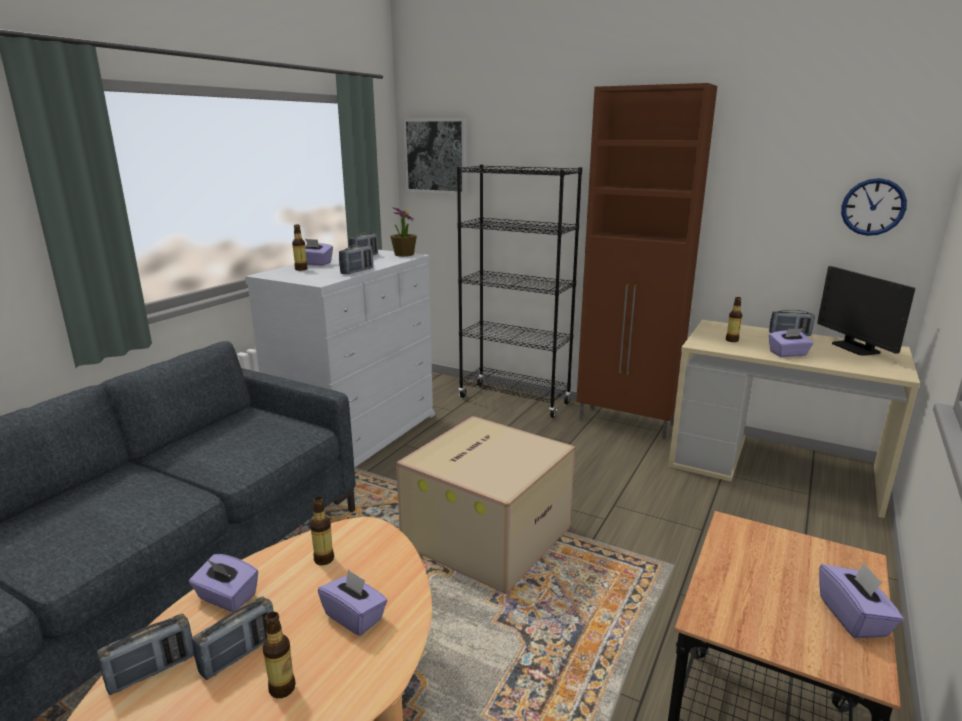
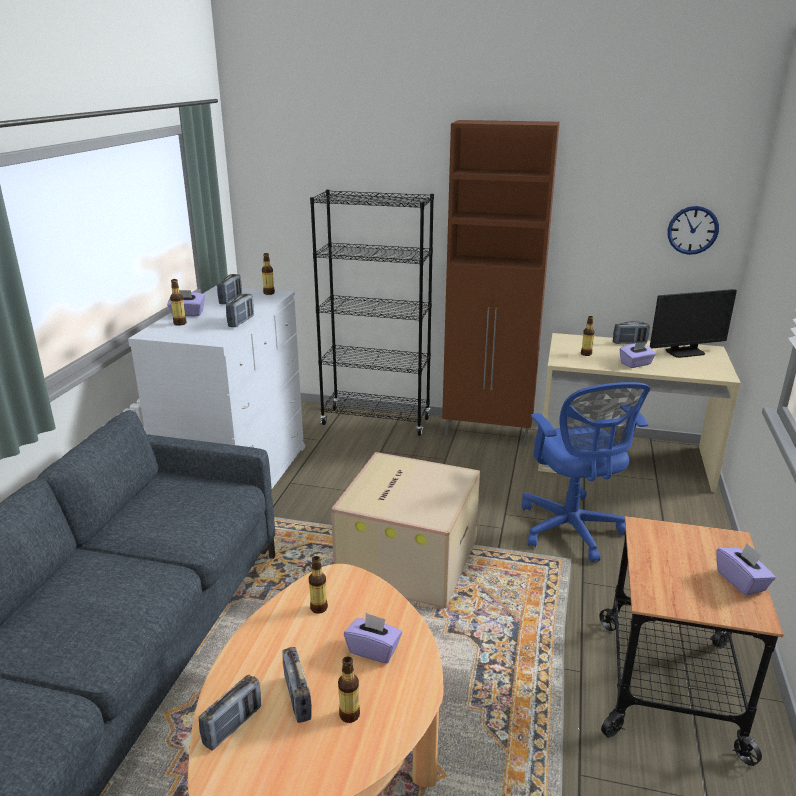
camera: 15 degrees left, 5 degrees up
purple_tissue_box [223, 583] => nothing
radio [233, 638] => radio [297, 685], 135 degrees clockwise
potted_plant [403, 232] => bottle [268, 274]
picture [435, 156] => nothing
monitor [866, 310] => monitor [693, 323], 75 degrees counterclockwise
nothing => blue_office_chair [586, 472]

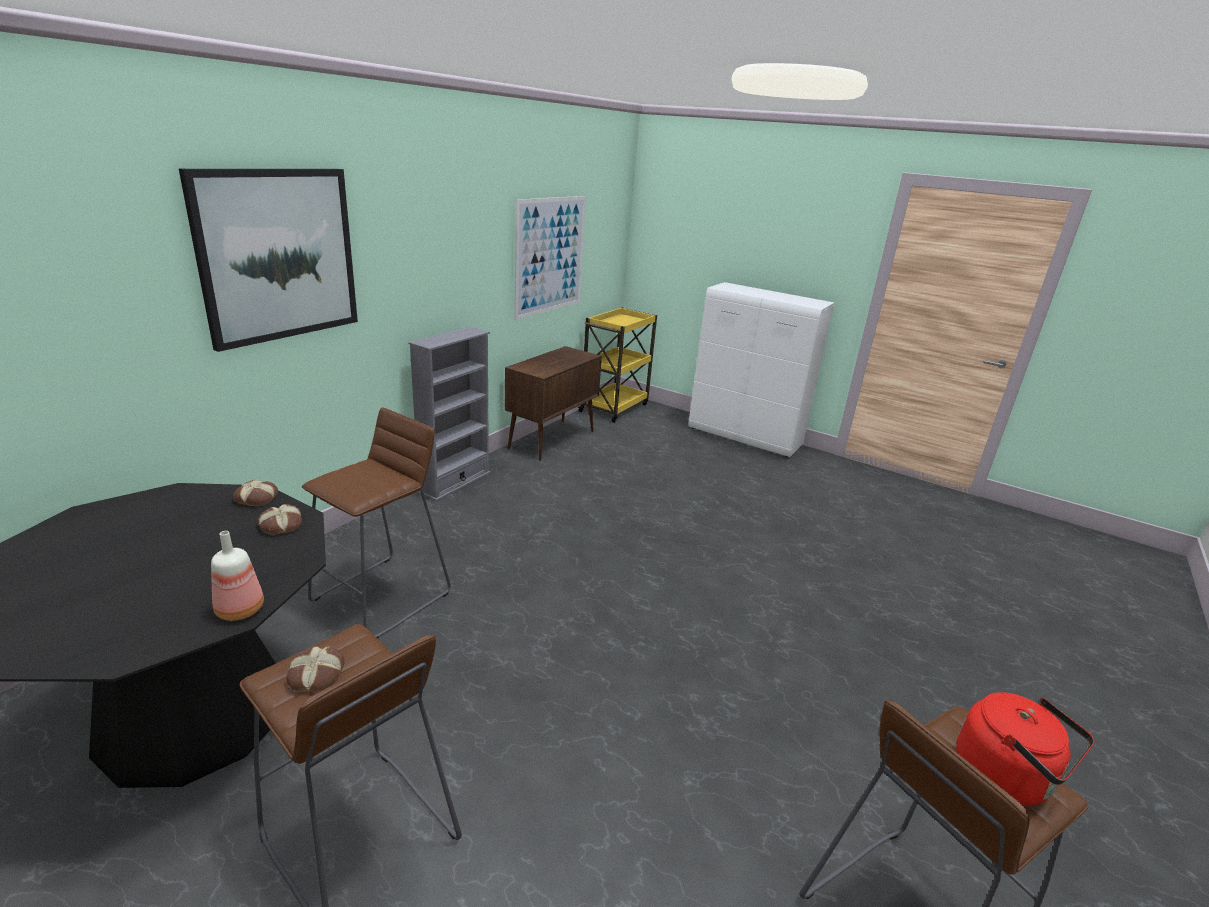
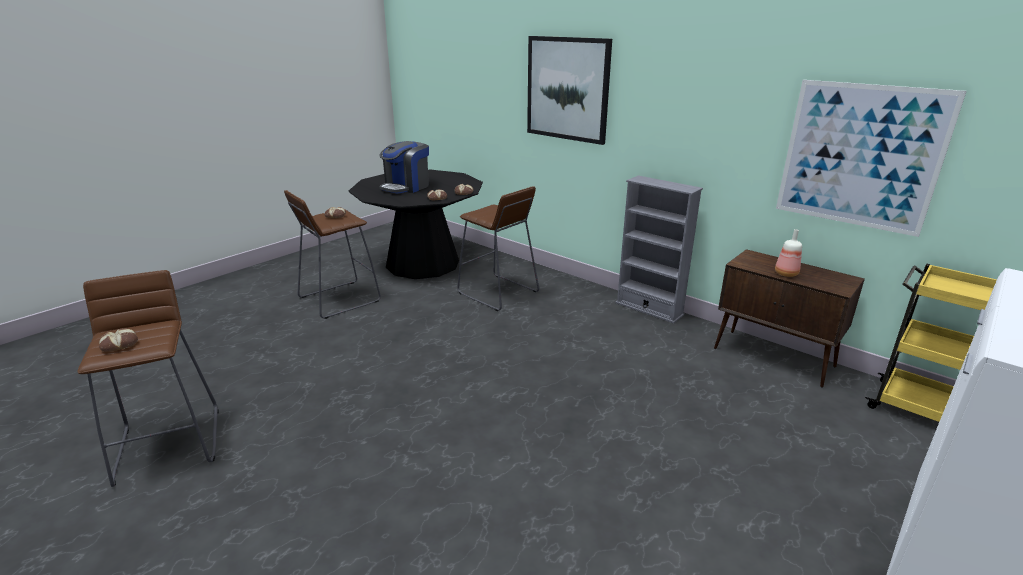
camera: 100 degrees right, 0 degrees up
bottle [237, 576] => bottle [788, 253], move
red_kettle [1025, 749] => bread [118, 340]
nothing => coffee_machine [404, 167]

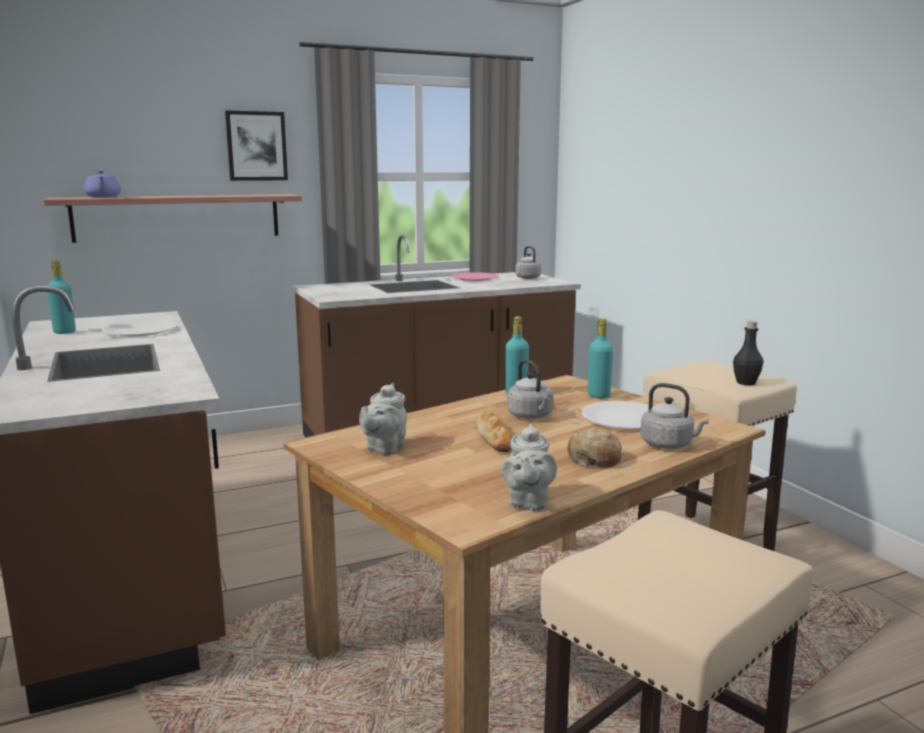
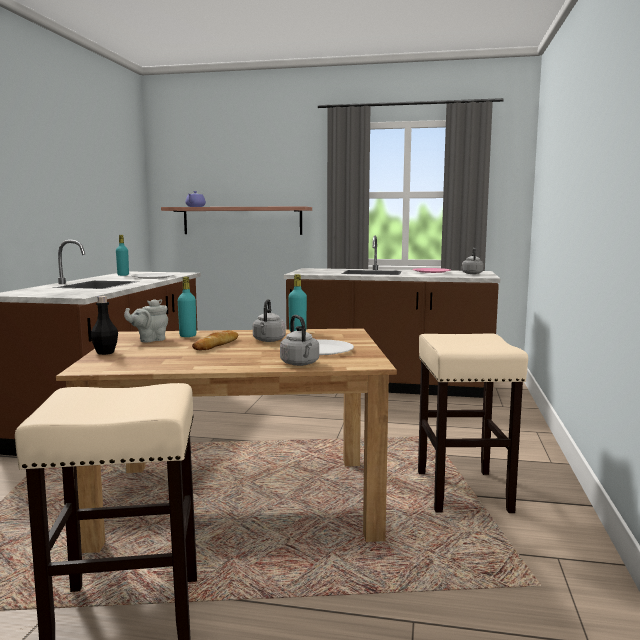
camera: 35 degrees right, 5 degrees down
picture [256, 145] => nothing
grey_teapot [529, 467] => nothing
bread [594, 447] => nothing
turquoise_bottle [600, 358] => turquoise_bottle [187, 307], move
black_bottle [748, 353] => black_bottle [104, 325], move

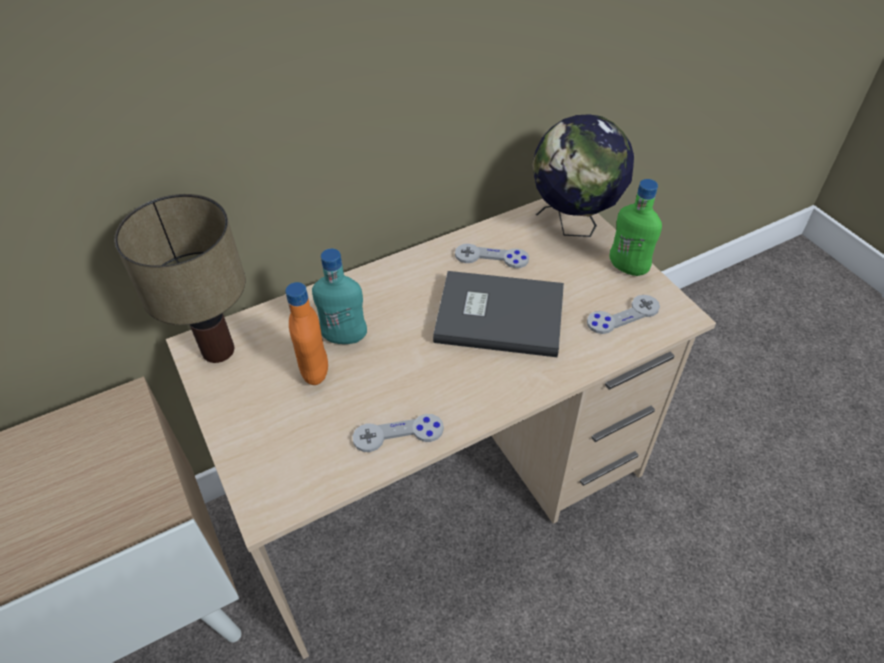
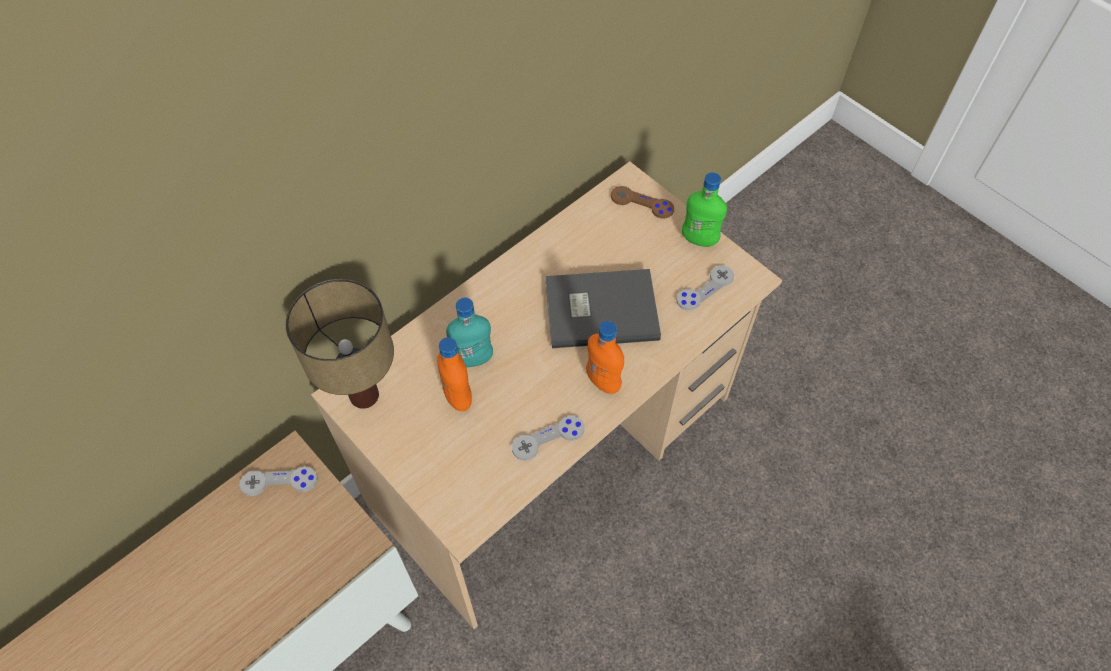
camera: 15 degrees left, 10 degrees up
grey_game_controller [492, 256] => grey_game_controller [279, 481], move
globe [583, 175] => brown_game_controller [642, 202]
nothing => orange_bottle [605, 357]

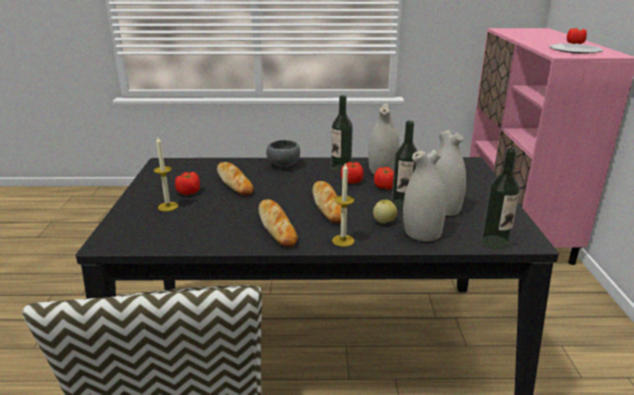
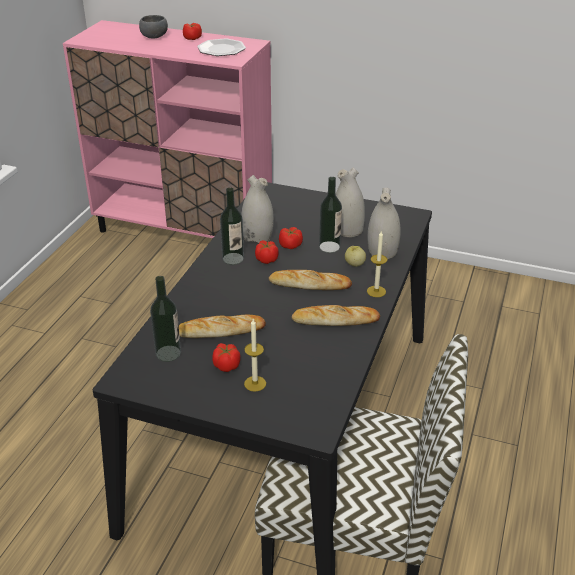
camera: 70 degrees left, 10 degrees up
grey_bowl [283, 153] => grey_bowl [153, 26], move
bottle [500, 198] => bottle [165, 319], move

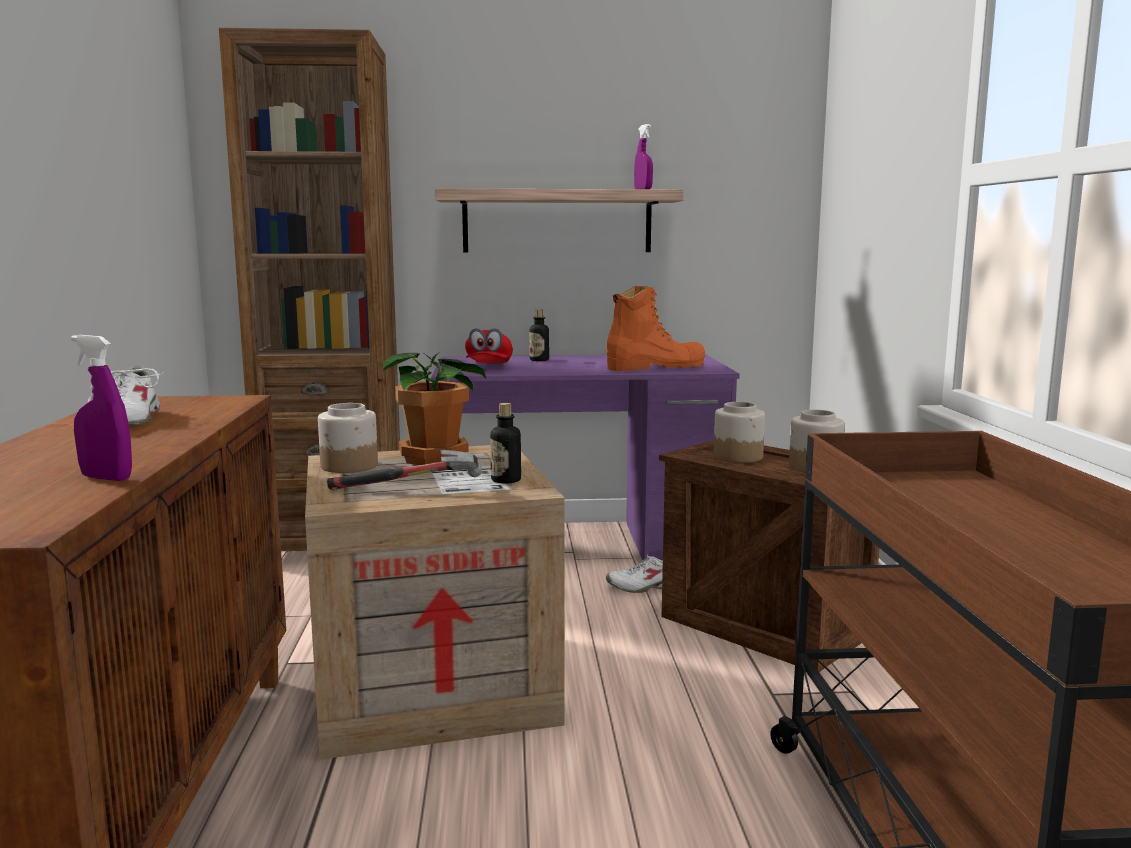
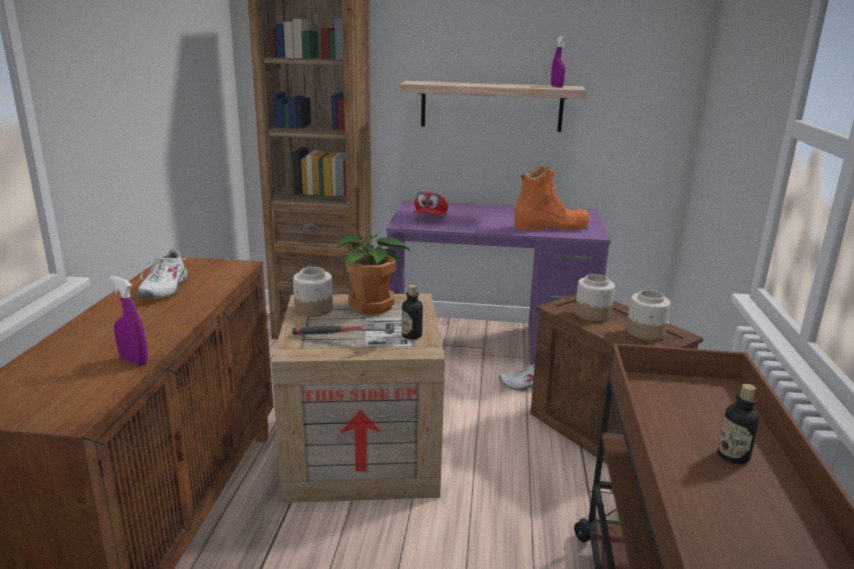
camera: 10 degrees right, 10 degrees up
bottle [539, 335] => bottle [739, 424], move

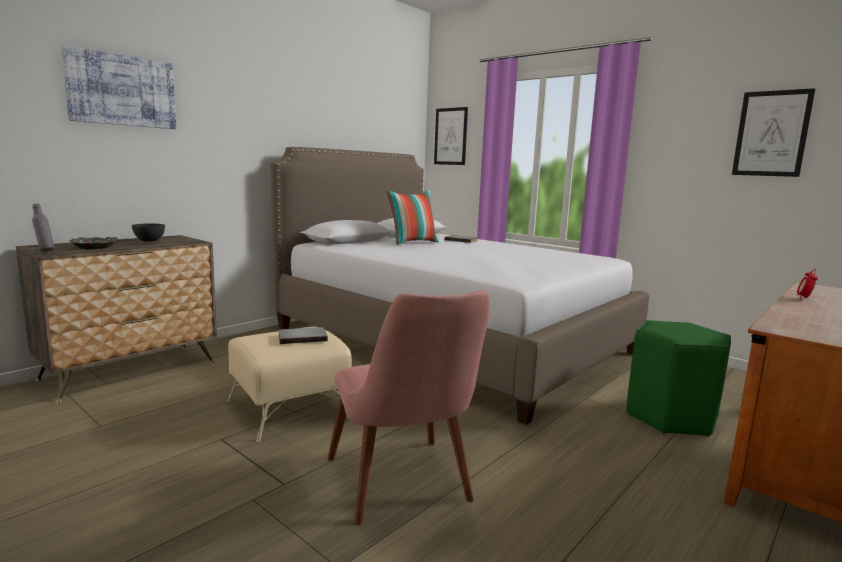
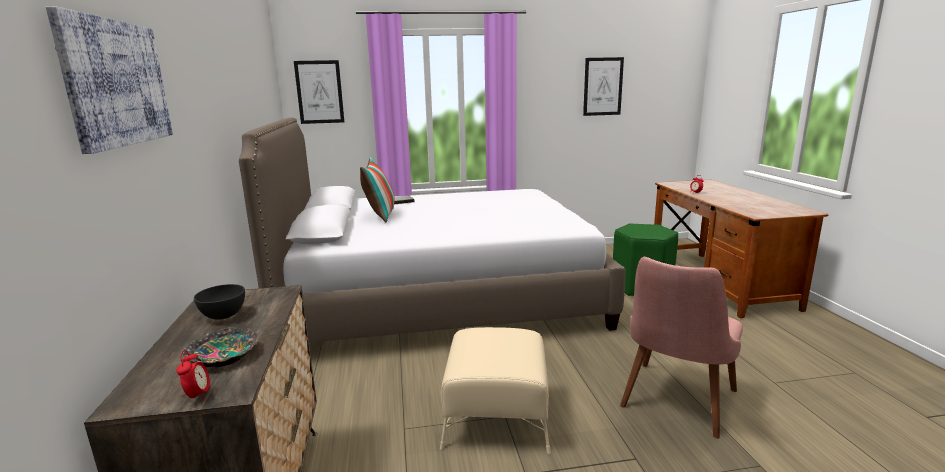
camera: 50 degrees left, 5 degrees up
grey_bottle [43, 227] => alarm_clock [193, 375]
grey_book [303, 335] => nothing
pink_chair [409, 407] => pink_chair [681, 348], 105 degrees clockwise

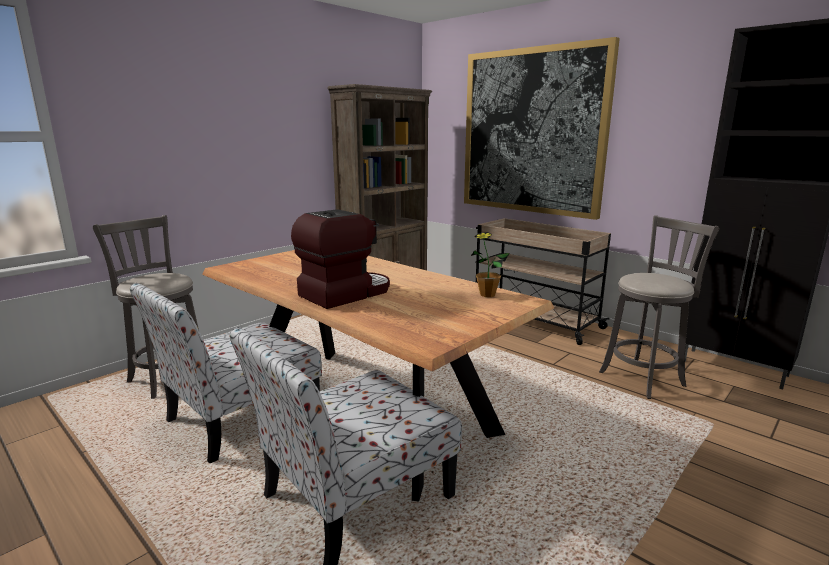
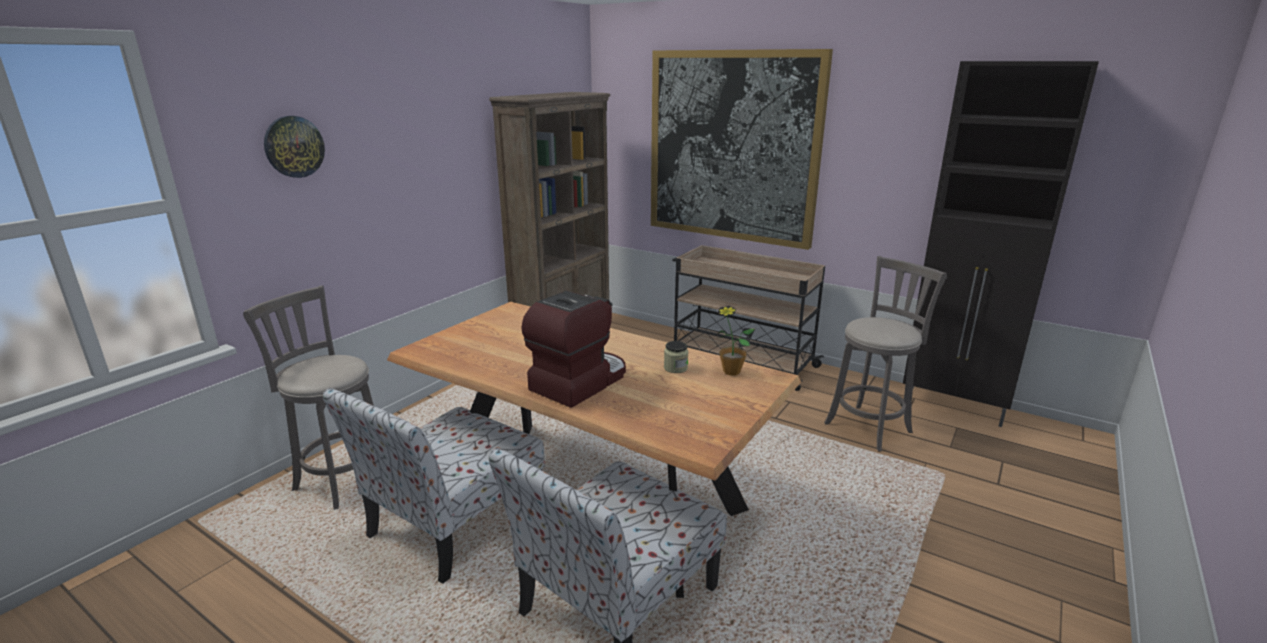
camera: 10 degrees left, 5 degrees up
nothing => wall_clock [294, 147]
nothing => jar [676, 357]

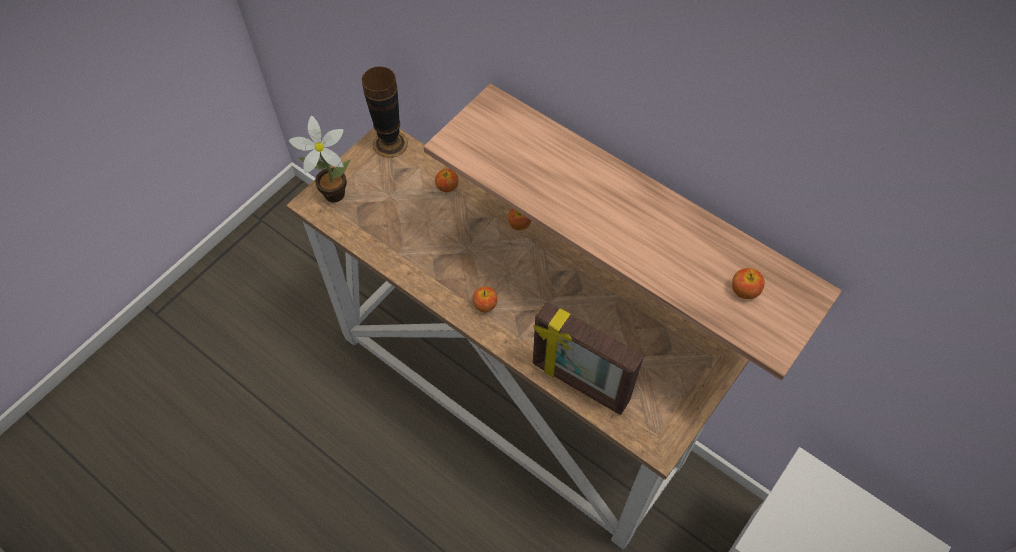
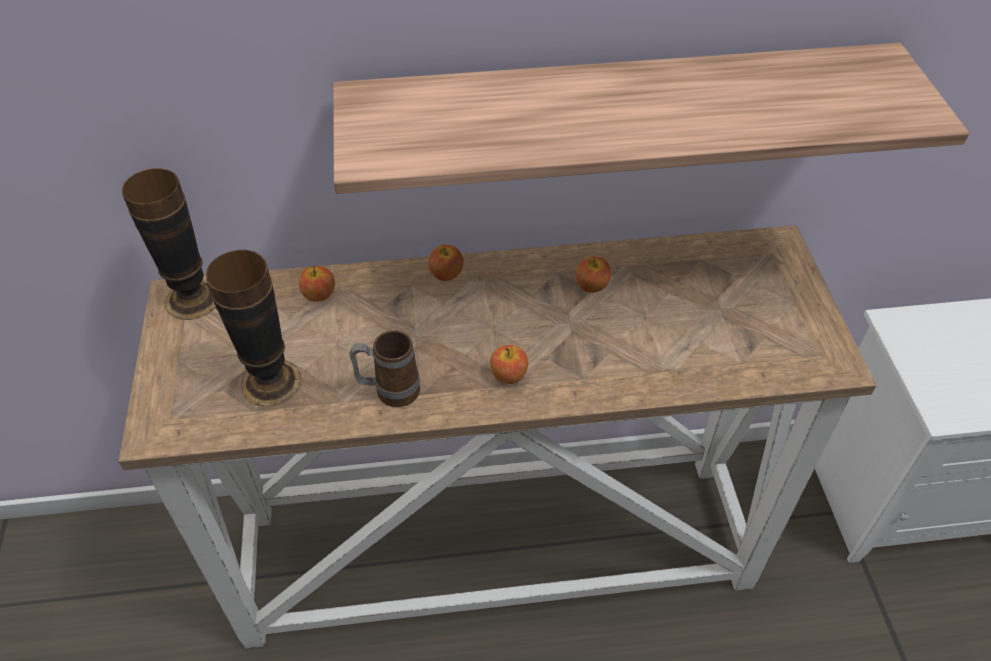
camera: 45 degrees left, 10 degrees down
potted_plant [320, 159] => nothing
picture_frame [588, 358] => nothing
apple [748, 283] => apple [594, 274], move
nothing => vase [253, 328]
nothing => mug [384, 368]

